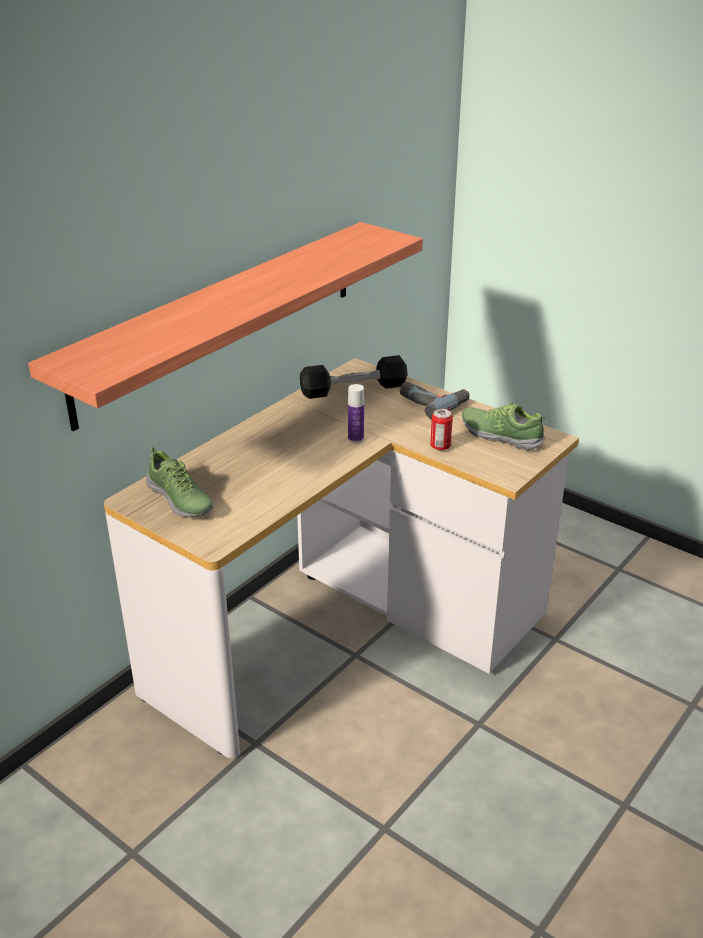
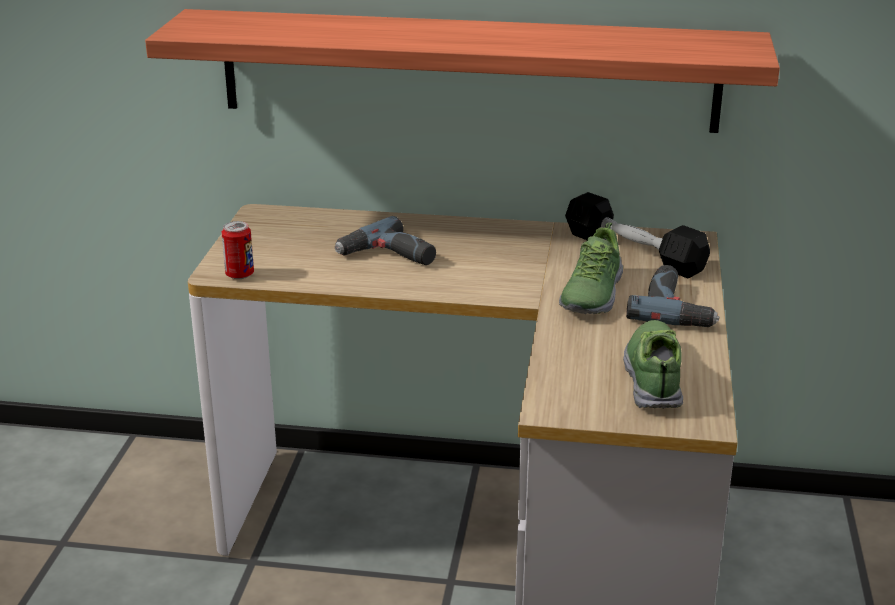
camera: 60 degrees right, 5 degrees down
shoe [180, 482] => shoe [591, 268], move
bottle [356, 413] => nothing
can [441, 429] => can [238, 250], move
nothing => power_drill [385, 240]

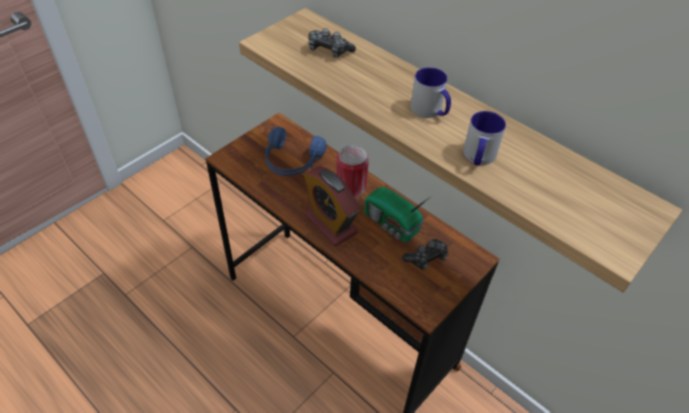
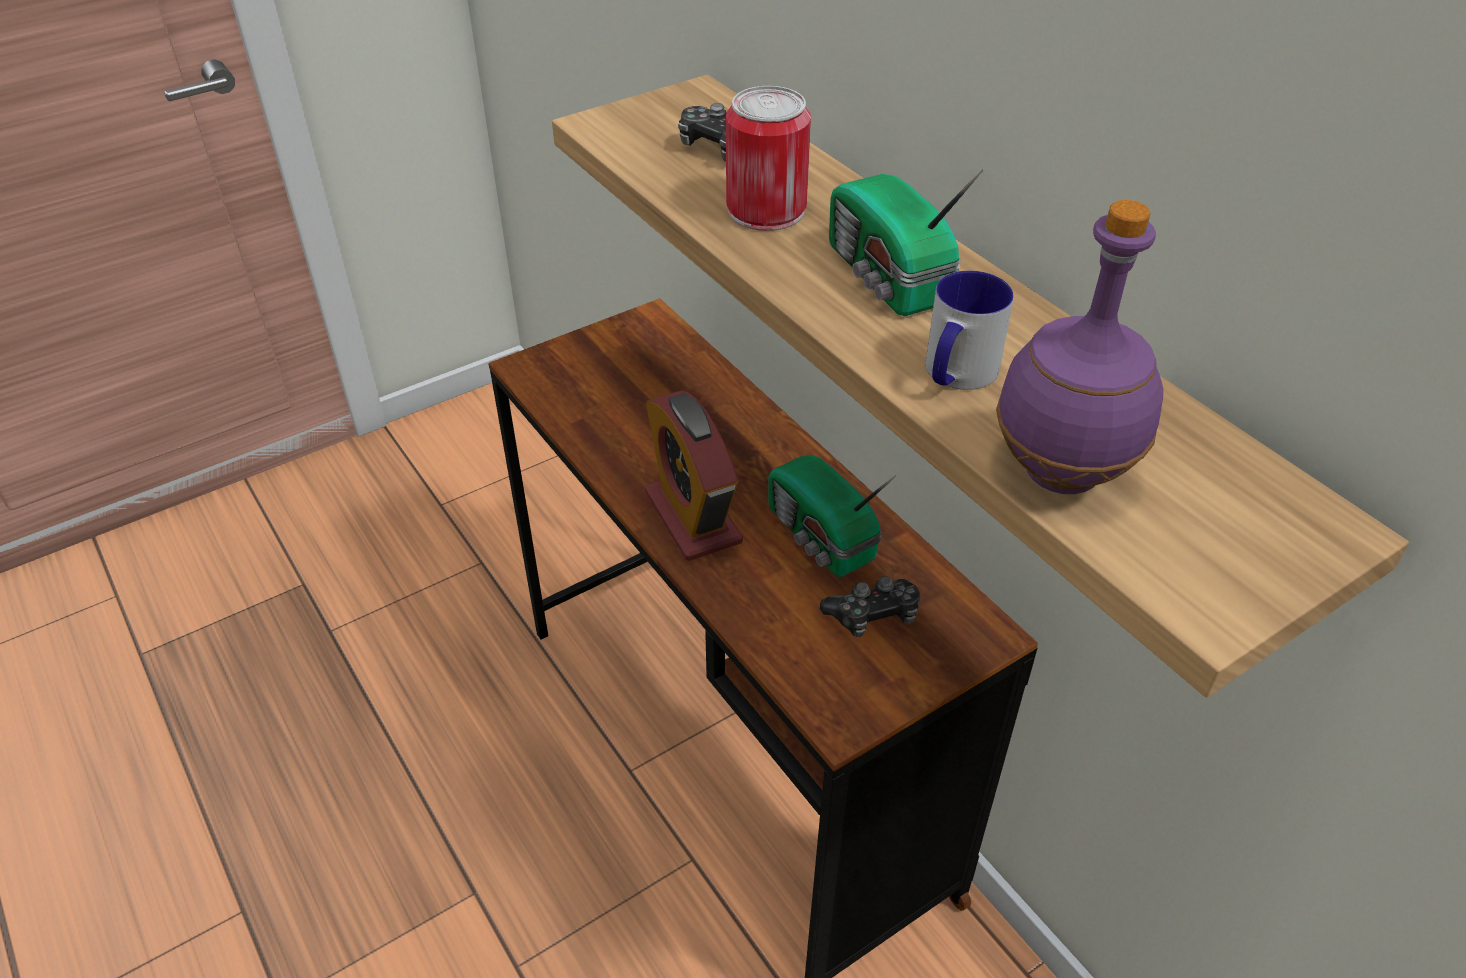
camera: 15 degrees right, 5 degrees down
blue_headphones [296, 151] => nothing
can [352, 171] => can [768, 158], move
mug [431, 92] => radio [906, 242]
nothing => purple_bottle [1079, 347]

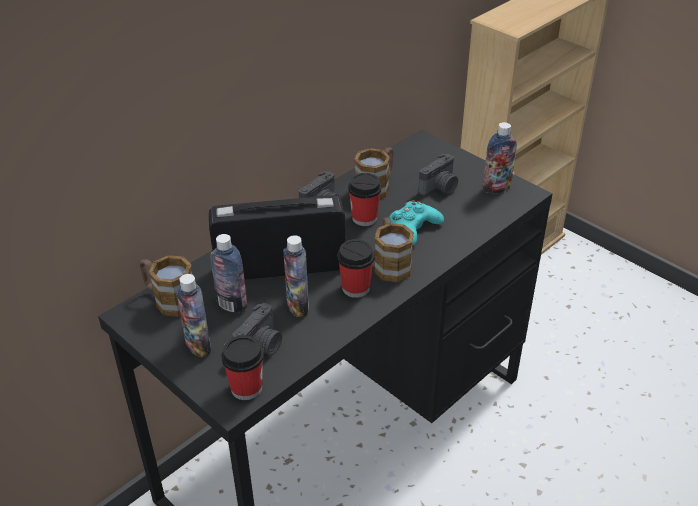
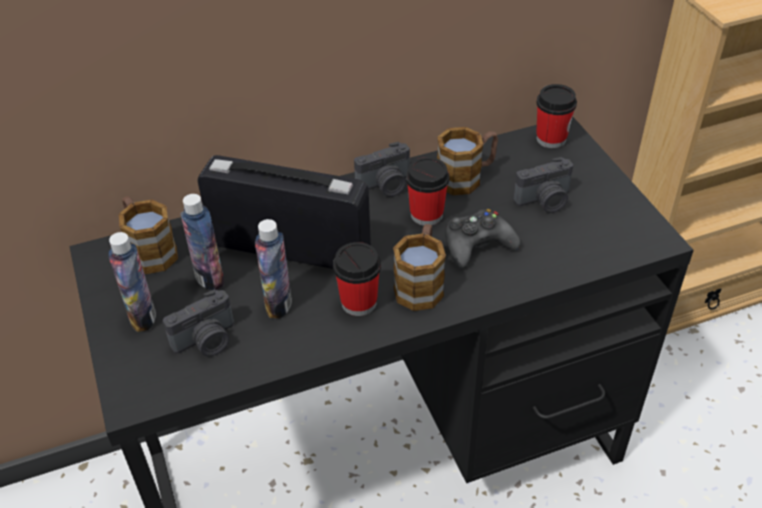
camera: 25 degrees right, 5 degrees up
cup [242, 367] => cup [556, 116], move
turquoise_game_controller [416, 222] => black_game_controller [482, 238]
bottle [500, 157] => nothing

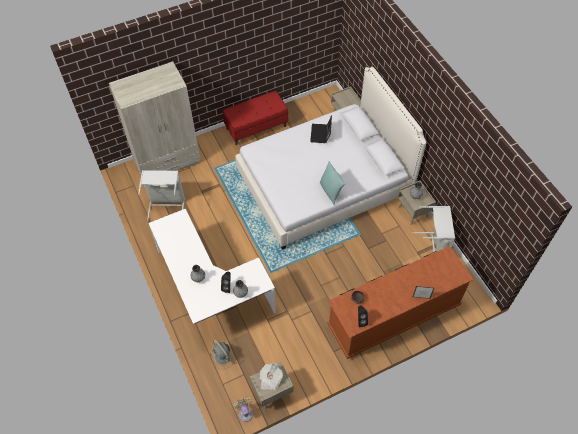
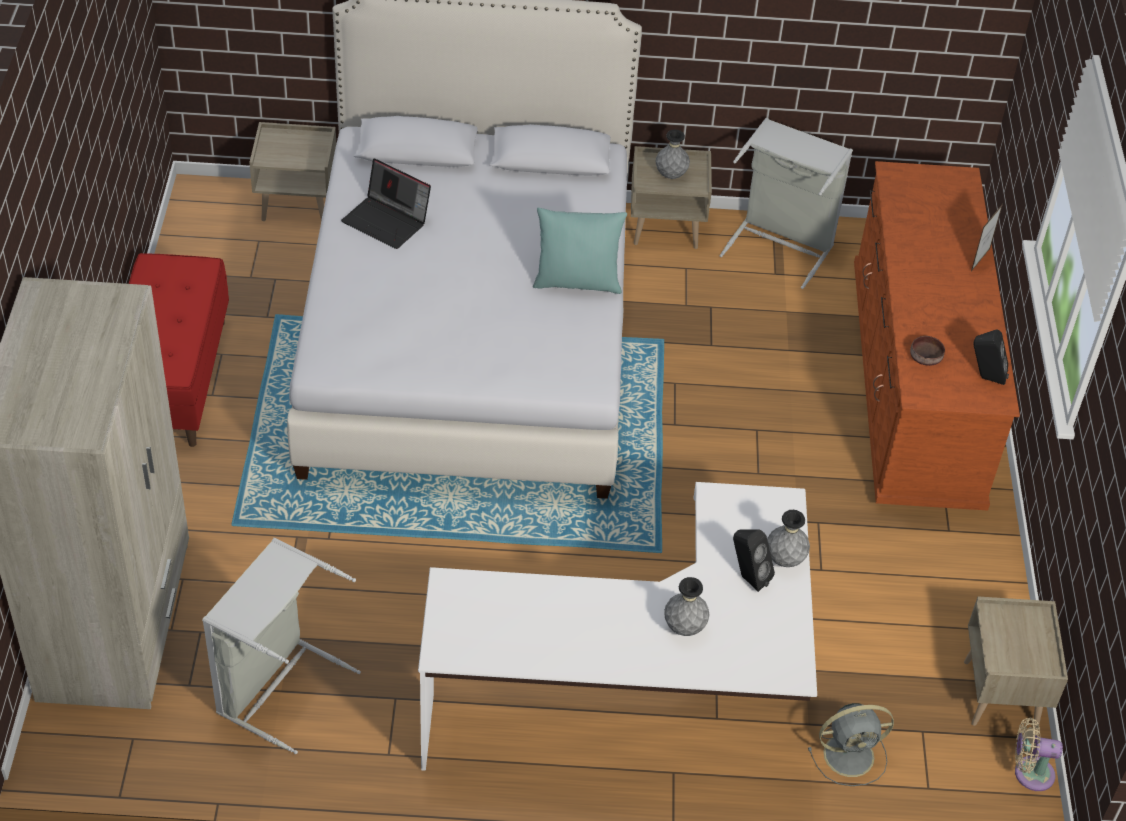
camera: 65 degrees left, 10 degrees down
newspaper [271, 376] => nothing

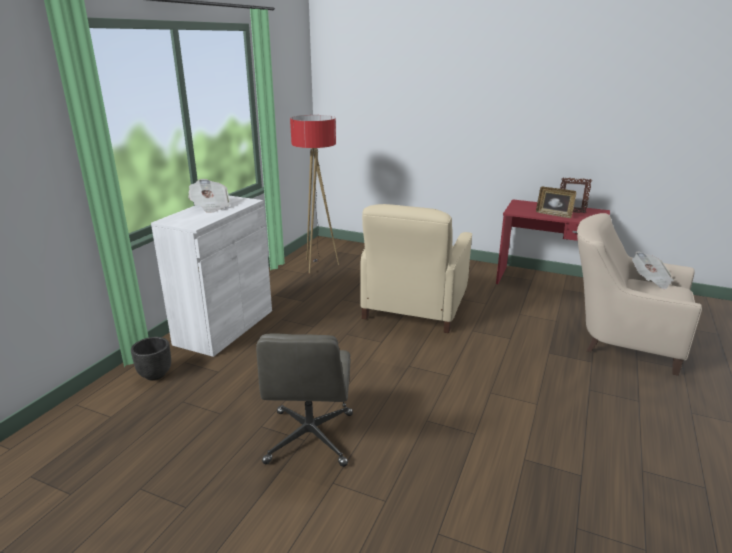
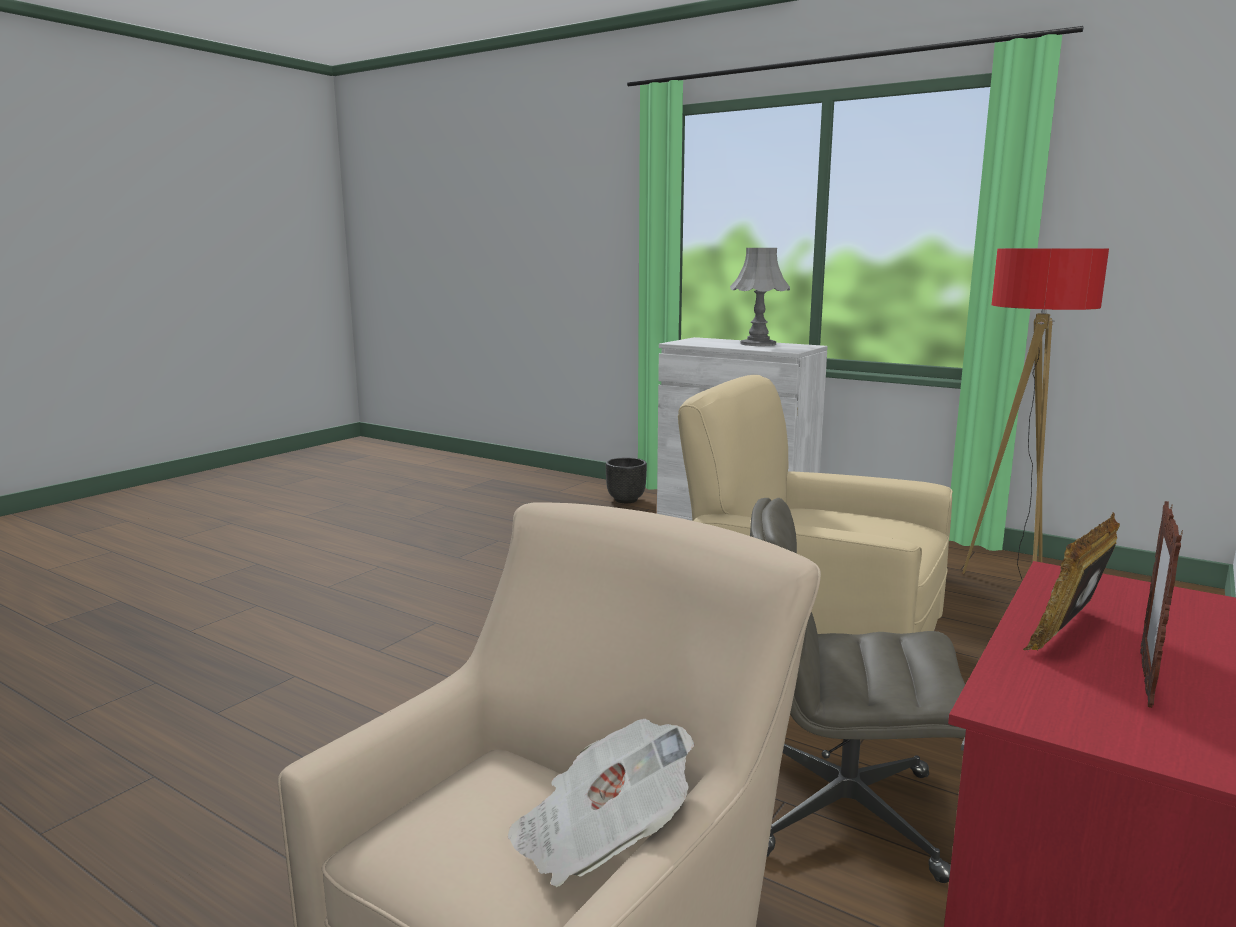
camera: 100 degrees right, 10 degrees down
newspaper [209, 196] => grey_table_lamp [760, 297]
grey_office_chair [304, 400] => grey_office_chair [858, 690], move

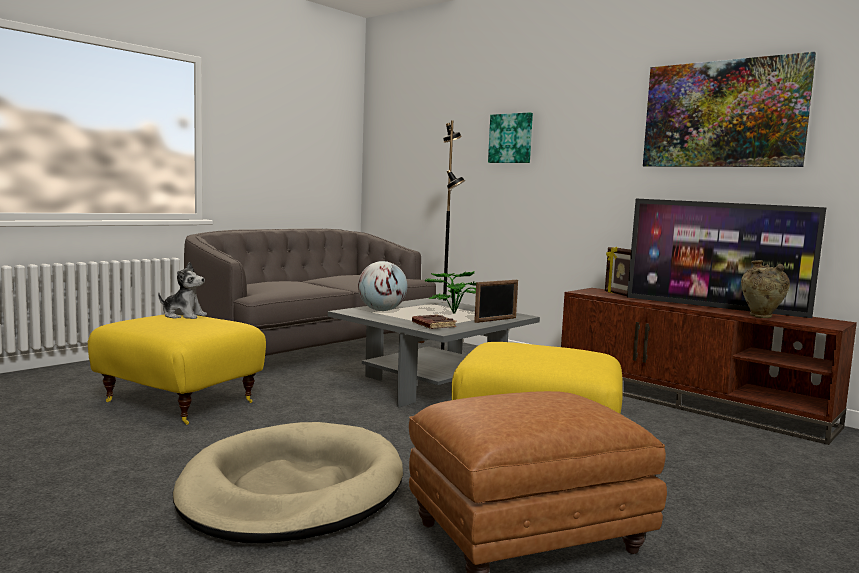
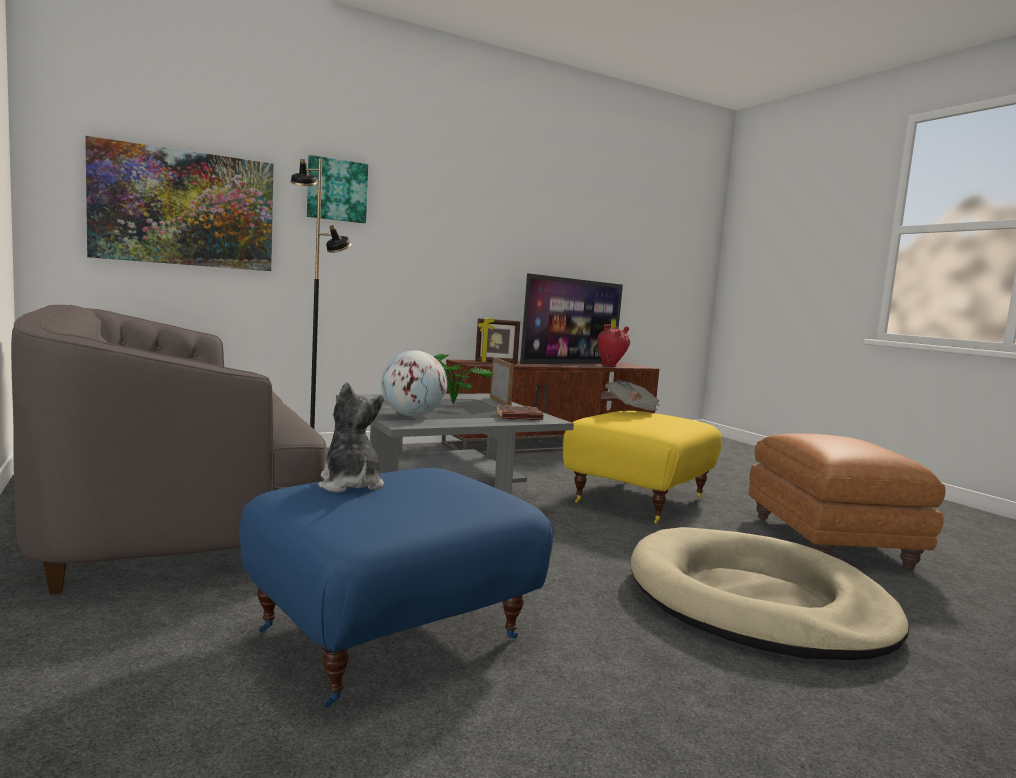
camera: 70 degrees left, 0 degrees up
yellow_ottoman [177, 370] => blue_ottoman [396, 587]
plush_toy [182, 290] => plush_toy [351, 437], 60 degrees counterclockwise
picture [729, 109] => picture [179, 203], move
beige_vase [765, 289] => red_vase [613, 345]
nothing => newspaper [632, 396]

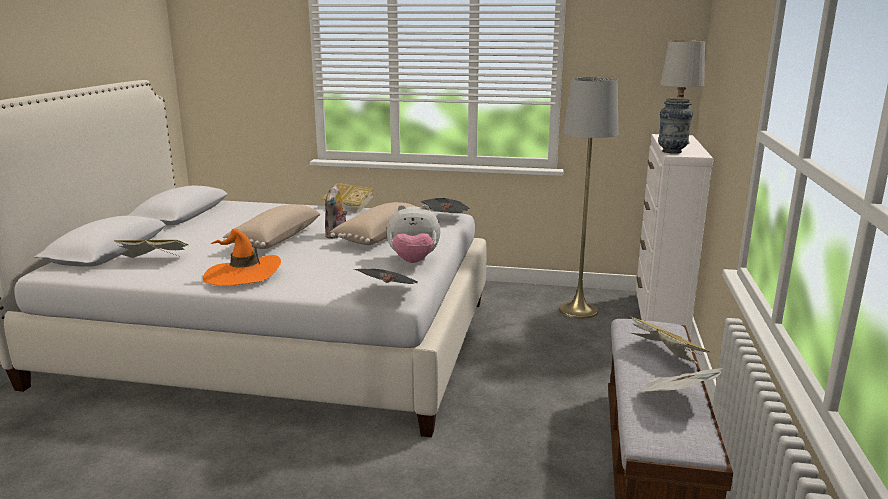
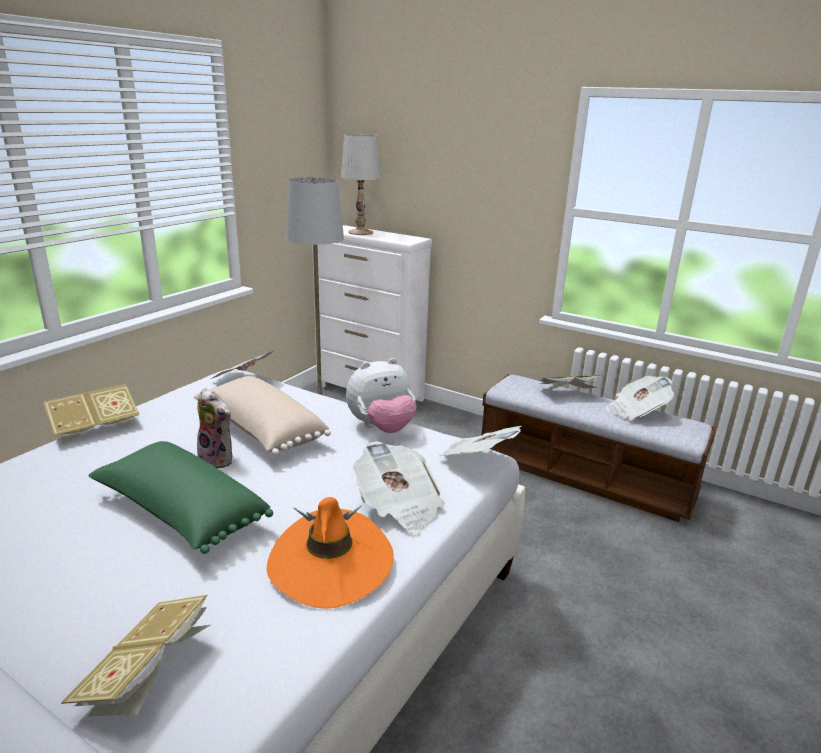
camera: 70 degrees left, 5 degrees up
beige_pillow [271, 226] => green_pillow [180, 497]
plush_toy [413, 234] => plush_toy [381, 395], 45 degrees clockwise
vase [675, 126] => nothing
nothing => newspaper [399, 487]

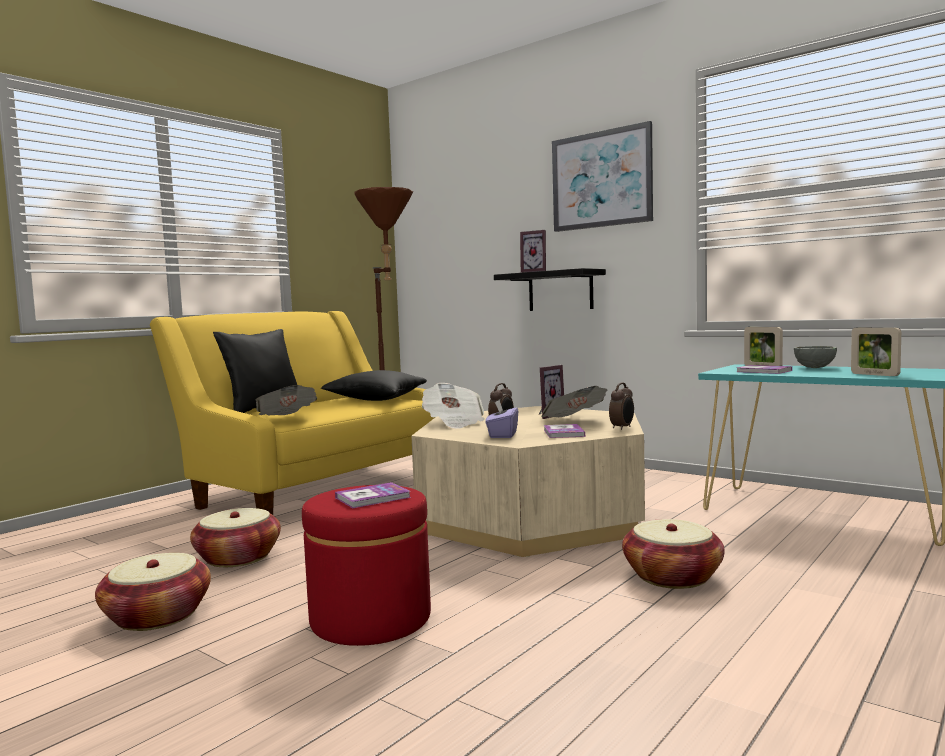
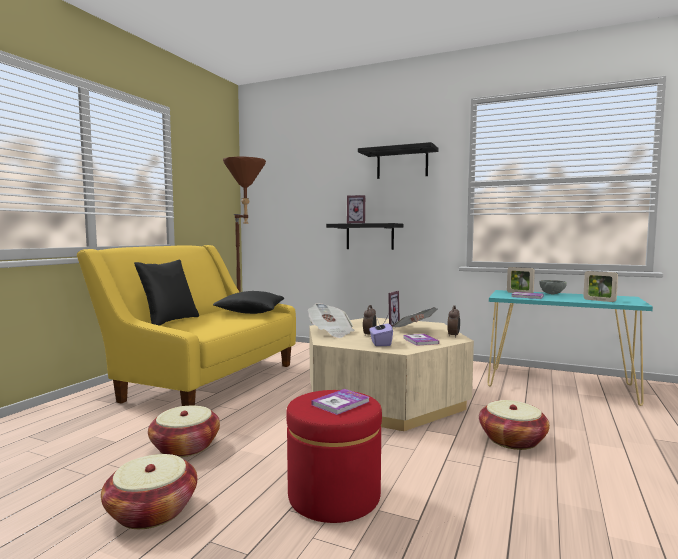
camera: 15 degrees left, 0 degrees up
newspaper [286, 400] => nothing
picture [602, 176] => black_shelf [398, 160]

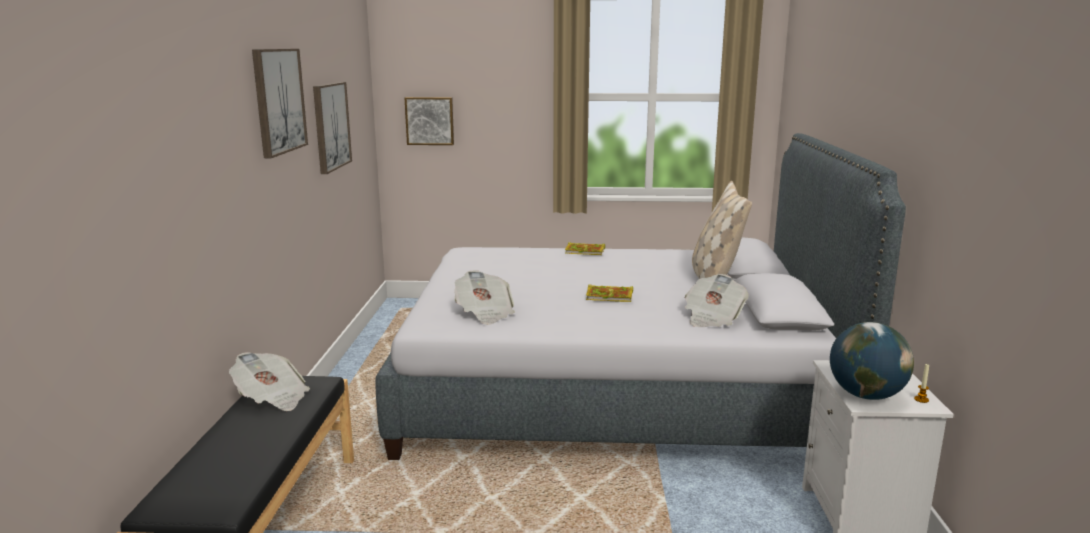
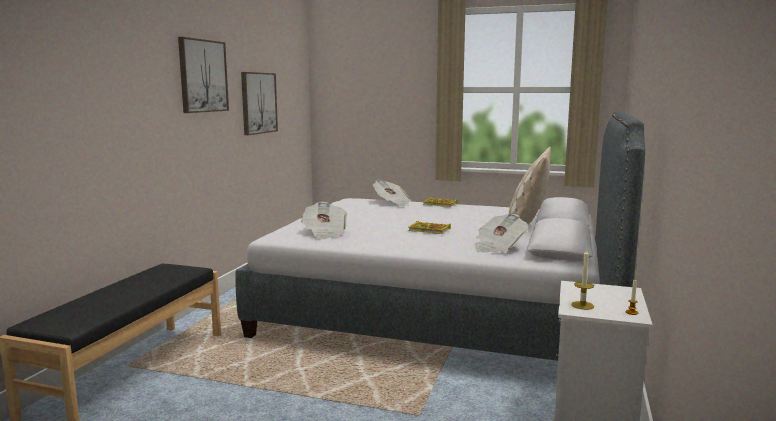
camera: 15 degrees right, 5 degrees down
newspaper [269, 381] => newspaper [392, 193], move
picture [429, 121] => nothing
globe [872, 361] => candle [582, 279]

